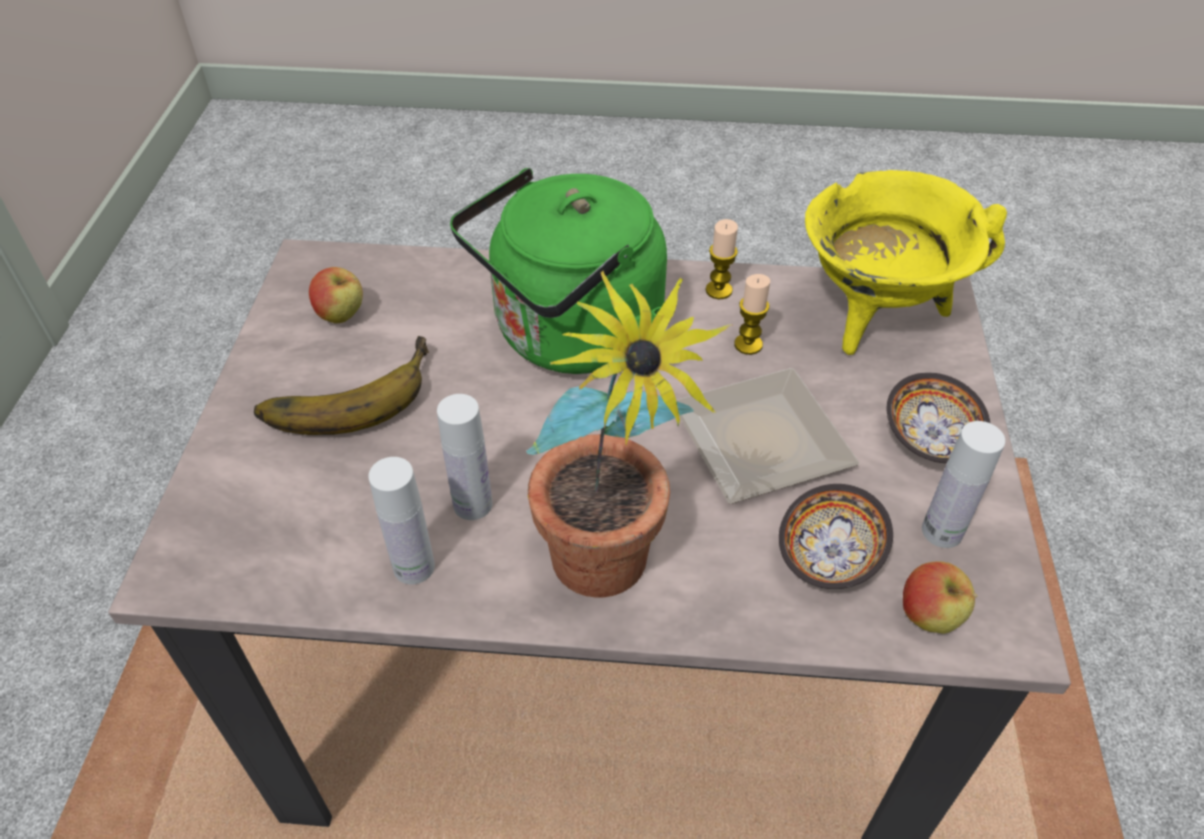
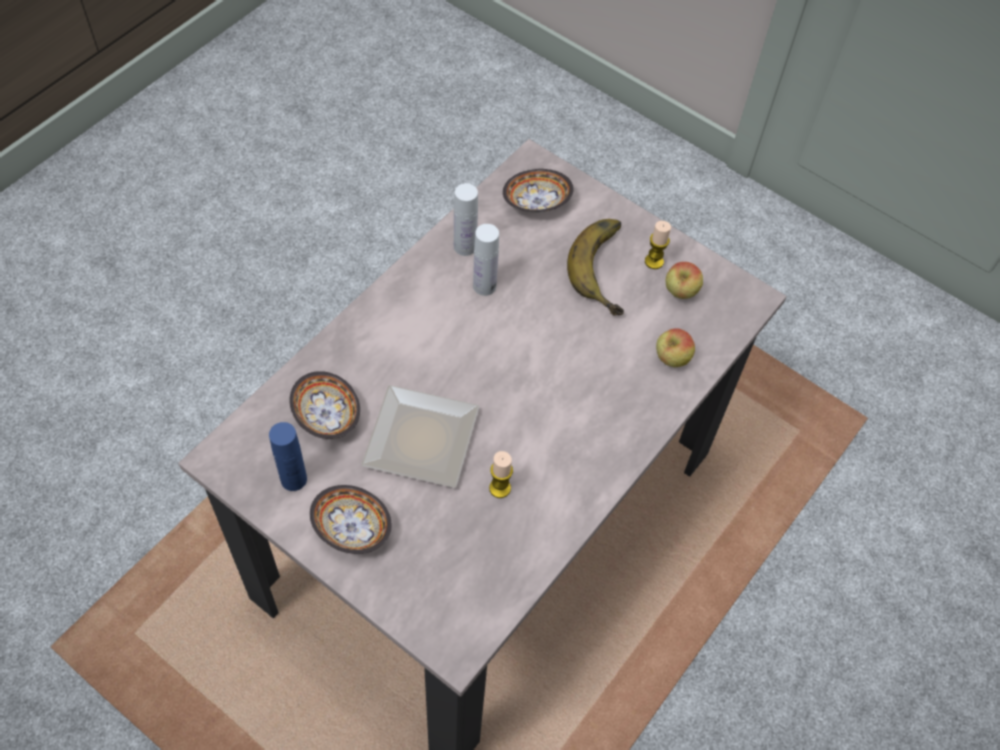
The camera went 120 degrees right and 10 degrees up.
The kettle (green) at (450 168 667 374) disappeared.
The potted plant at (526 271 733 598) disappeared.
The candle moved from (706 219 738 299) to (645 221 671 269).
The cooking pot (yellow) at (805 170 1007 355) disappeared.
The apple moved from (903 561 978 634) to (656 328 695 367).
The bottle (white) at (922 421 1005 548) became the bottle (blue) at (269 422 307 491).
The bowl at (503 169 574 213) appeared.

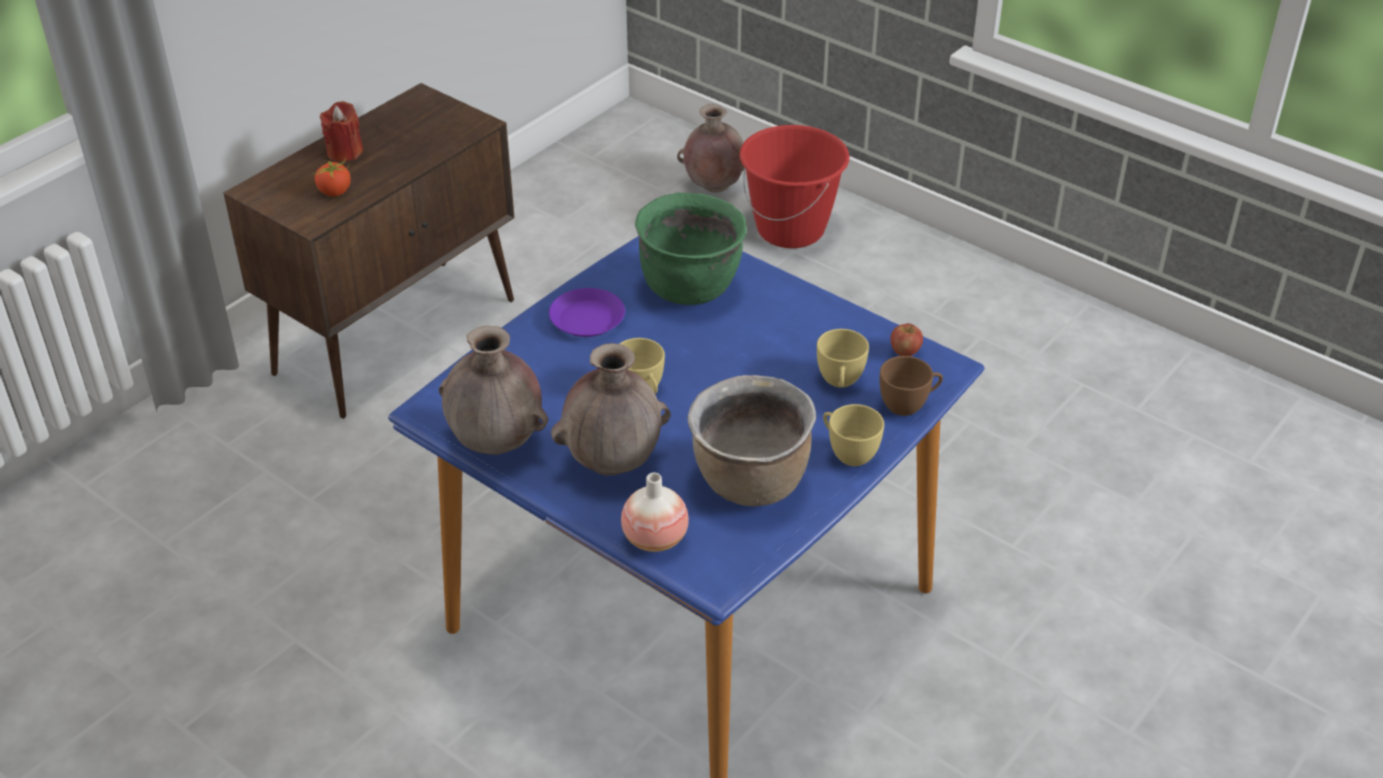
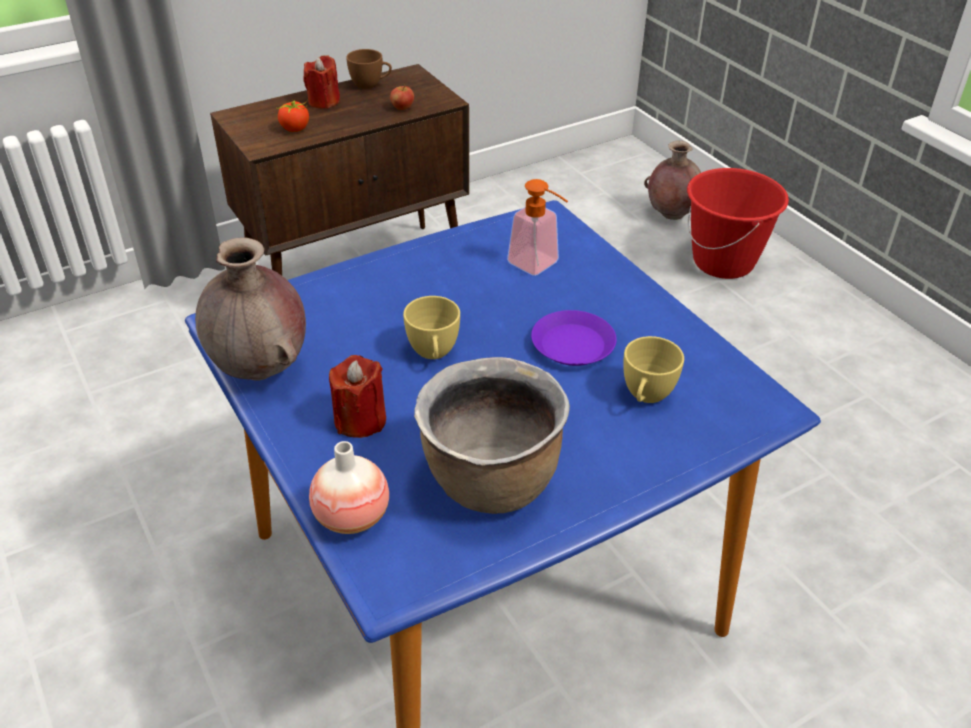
The camera went 20 degrees right and 0 degrees up.
The plate (purple) moved from (549 288 625 337) to (531 310 617 366).
The vase (brown) at (551 343 671 475) was replaced by the candle (red) at (329 355 386 438).
The cooking pot (green) at (635 193 747 305) was replaced by the soap dispenser at (507 179 568 276).
The cup (yellow) at (823 404 884 466) disappeared.
The cup (brown) moved from (880 356 943 416) to (346 49 392 89).
The apple moved from (890 323 923 356) to (390 84 414 110).

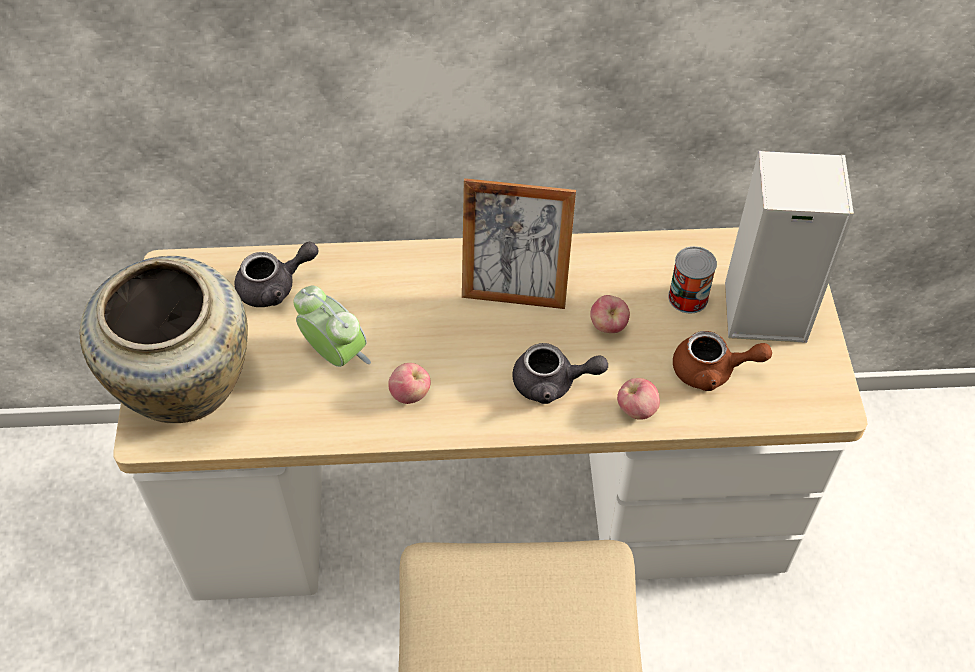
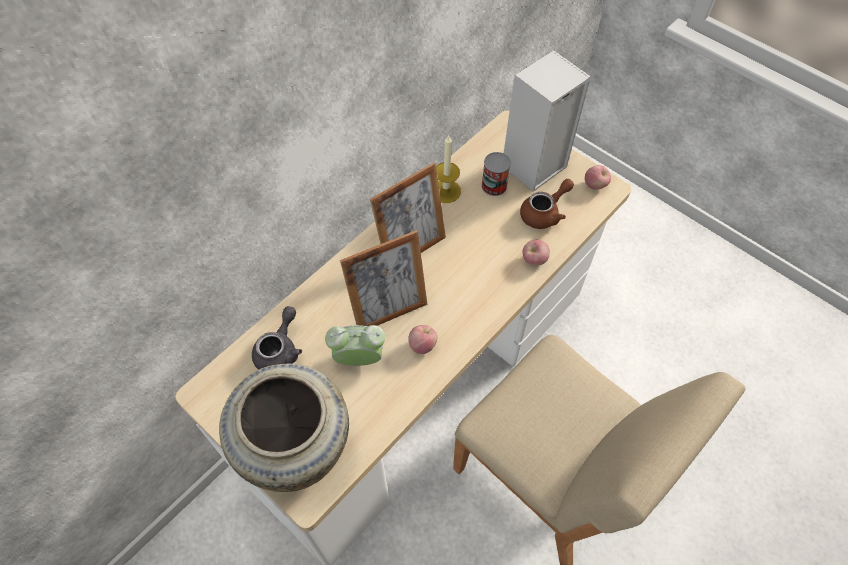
The camera went 45 degrees left and 5 degrees up.
The teapot (grey) at (512 343 608 404) disappeared.
The apple moved from (590 295 630 333) to (585 165 611 190).
The picture frame at (340 230 427 326) appeared.
The candle at (436 134 461 203) appeared.

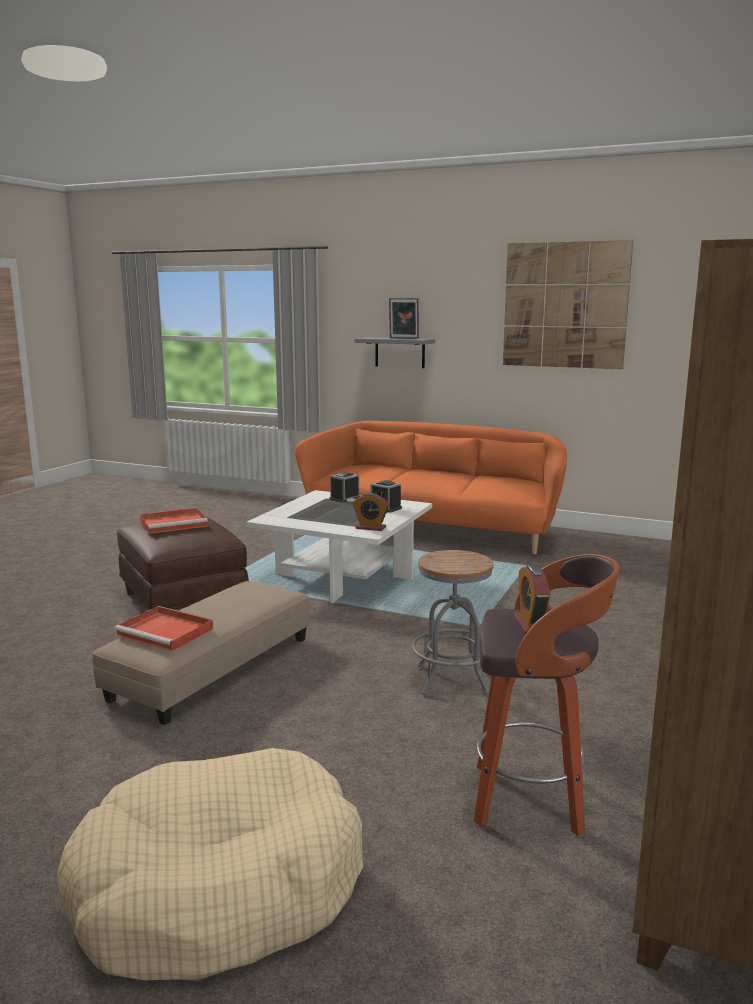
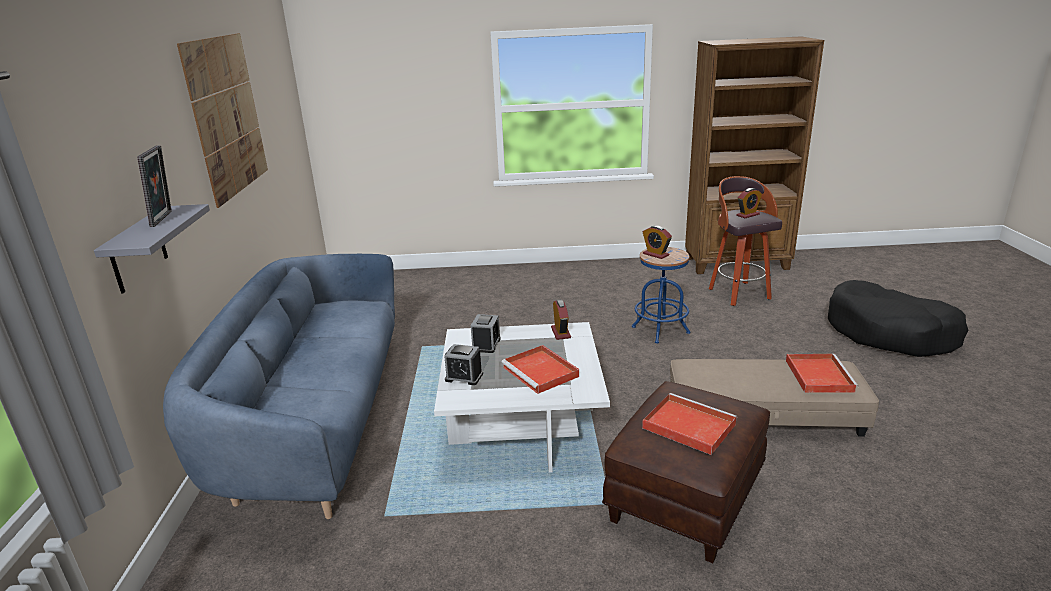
The camera went 115 degrees left and 10 degrees up.
The dog bed (beige) at (56 748 363 981) became the dog bed (black) at (828 280 968 357).
The sofa (orange) at (295 421 567 554) became the sofa (blue) at (163 254 395 519).
The stool (grey) at (412 550 493 696) became the stool (blue) at (632 247 690 343).
The tray (red) at (502 345 579 394) appeared.
The alarm clock at (643 226 672 259) appeared.

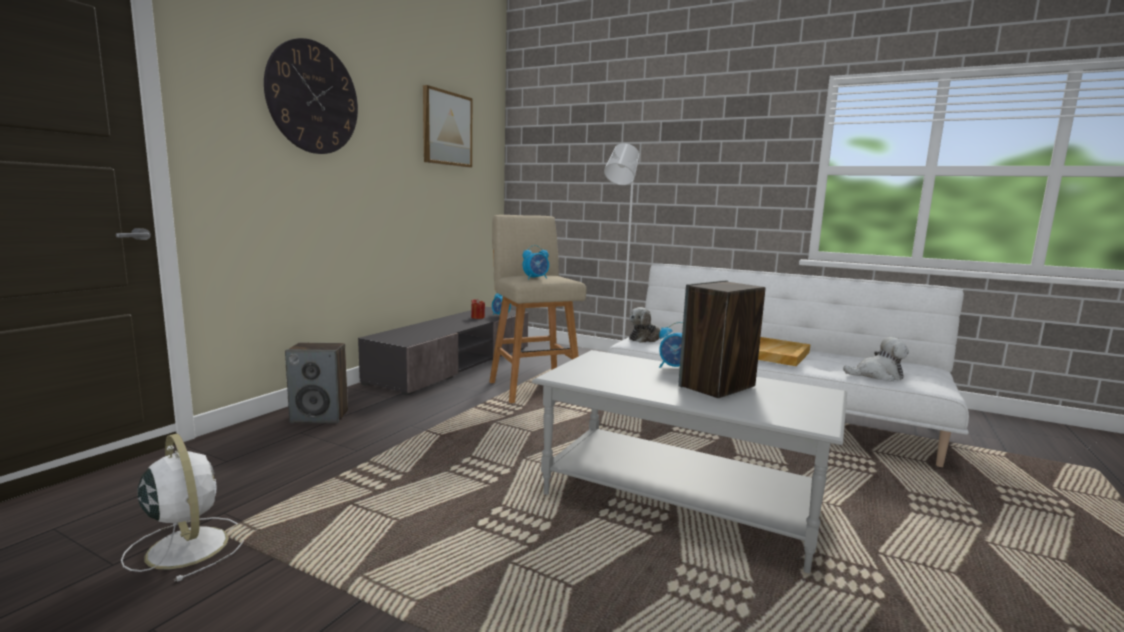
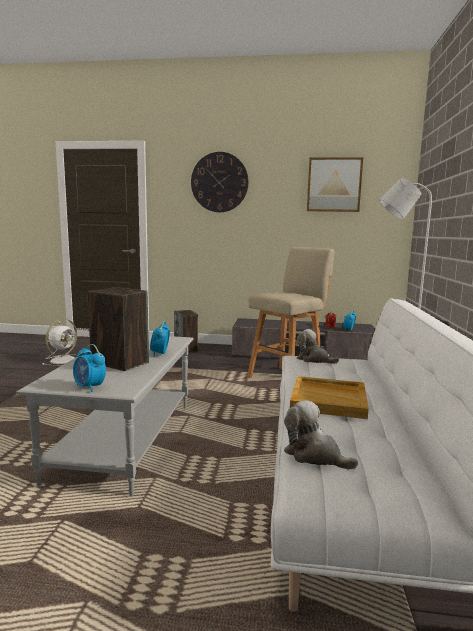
The camera went 70 degrees right and 0 degrees up.
The alarm clock moved from (523 245 549 279) to (73 344 106 392).
The plush toy at (843 337 909 382) turned 150 degrees clockwise.

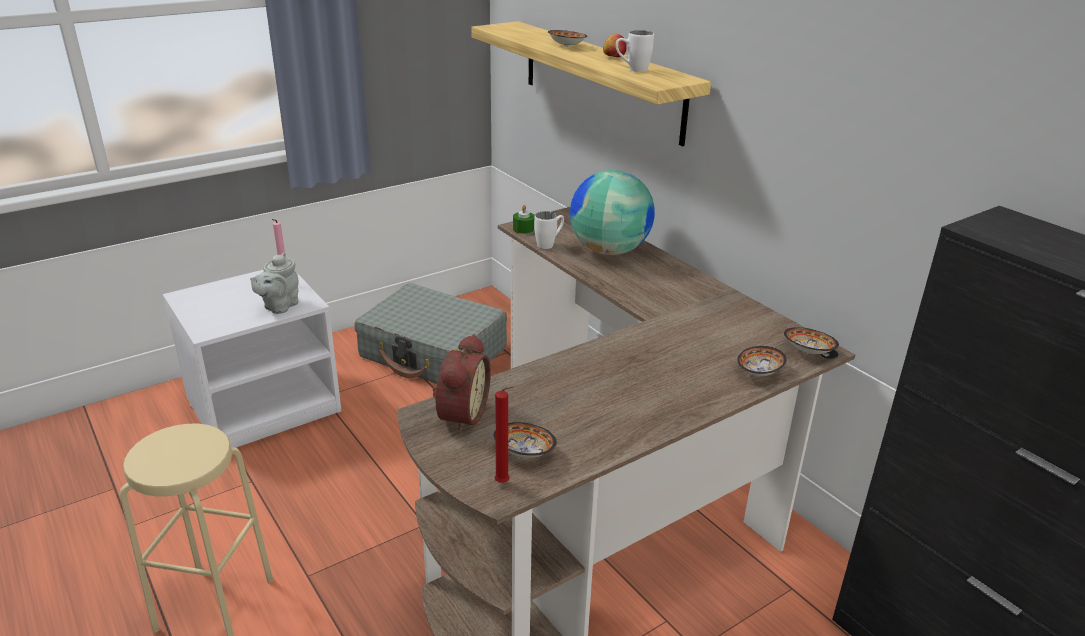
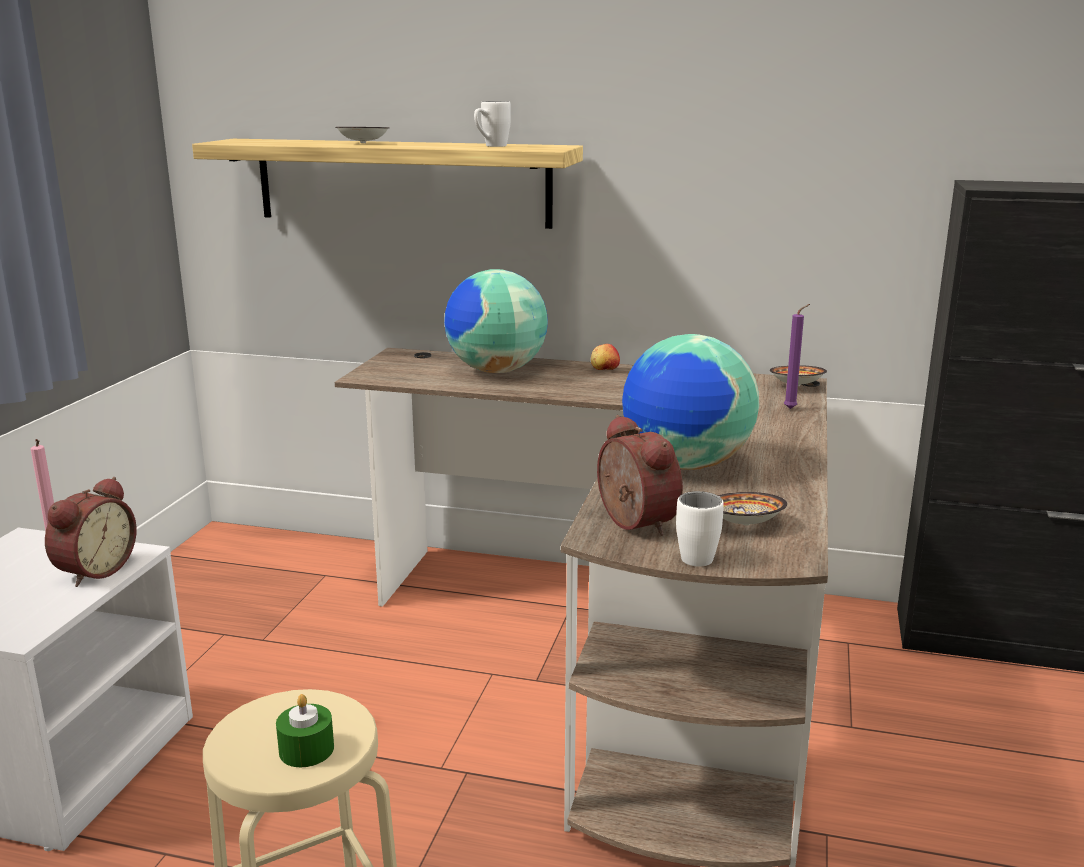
The camera went 40 degrees left and 10 degrees down.
The teapot (grey) at (250 252 299 314) was replaced by the alarm clock at (45 477 137 587).
The suitcase (grey) at (355 283 507 384) disappeared.
The candle (red) at (495 386 514 483) disappeared.
The candle (green) moved from (513 205 535 234) to (276 694 334 767).
The mug (white) moved from (534 211 564 249) to (676 491 724 567).
The apple moved from (603 34 627 57) to (591 344 620 370).
The bowl at (737 346 786 376) was replaced by the candle (purple) at (784 304 810 409).
The globe at (622 334 759 470) appeared.

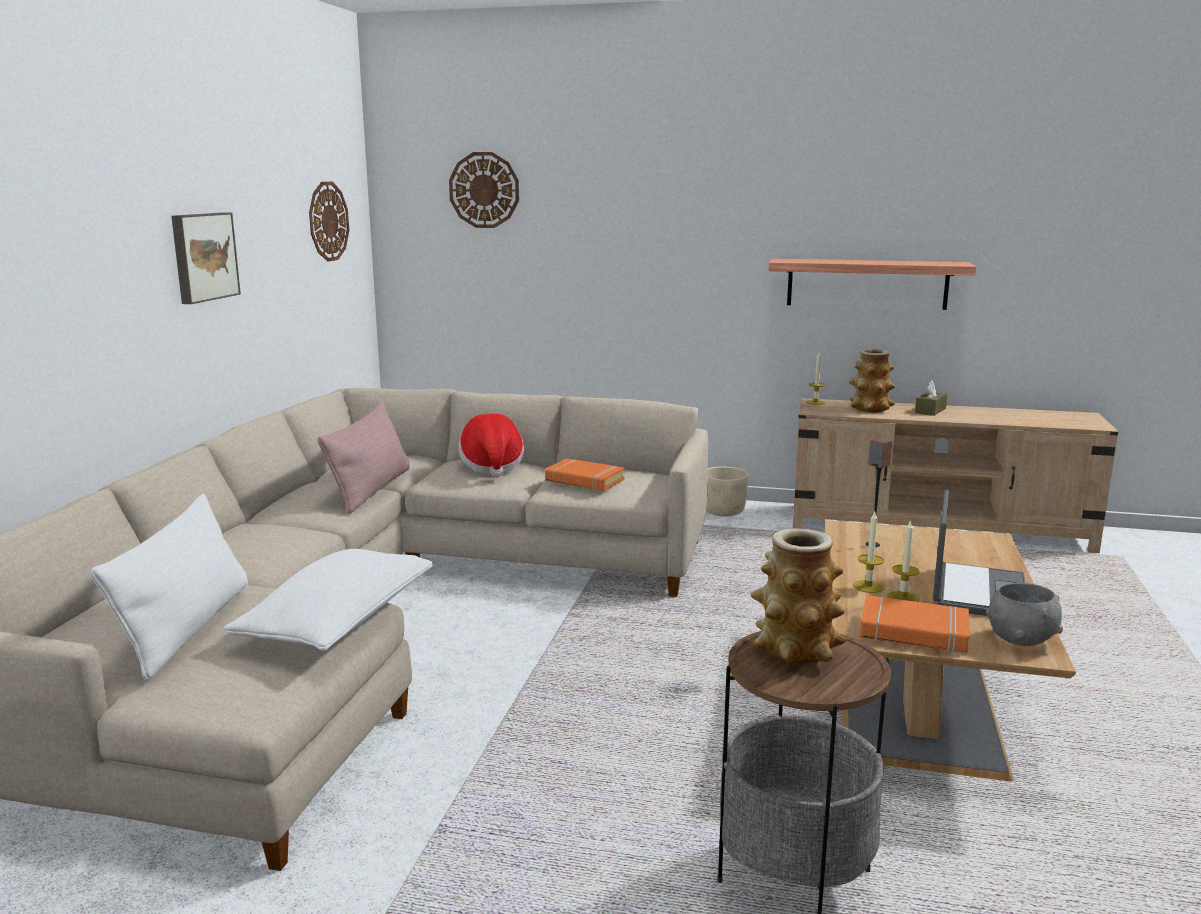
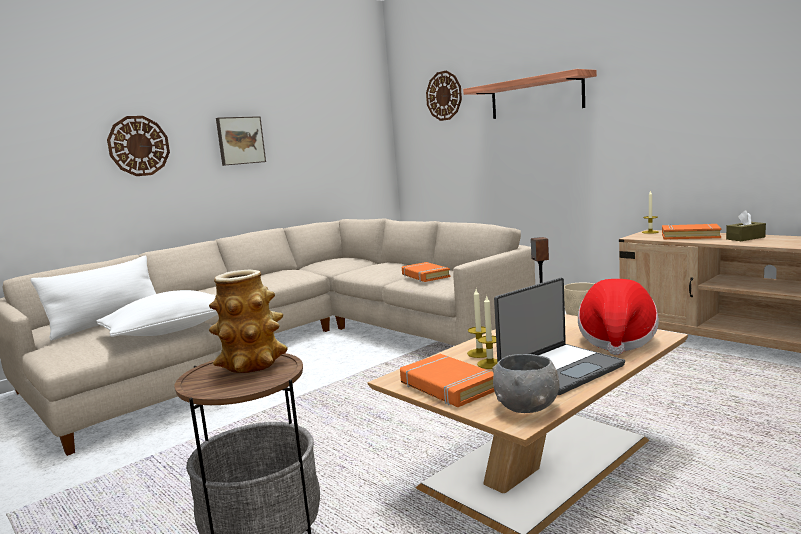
The camera went 35 degrees right and 5 degrees down.
The wall clock moved from (309 182 349 262) to (107 116 170 176).
The pillow (pink) at (317 403 410 514) disappeared.
The hat moved from (458 414 524 477) to (578 279 659 355).
The shelf moved from (769 259 976 310) to (463 69 597 119).
The vase at (849 349 895 412) was replaced by the book (orange) at (662 223 721 239).

